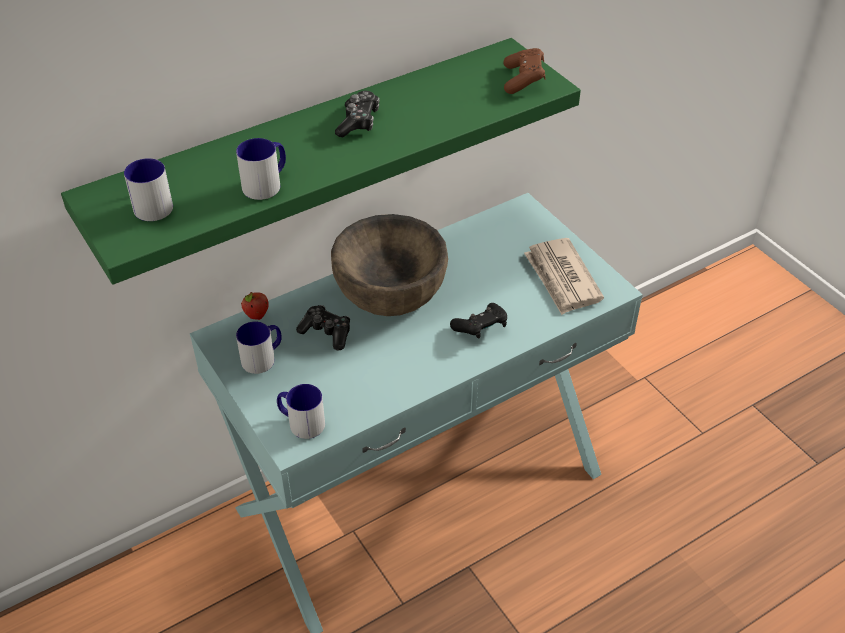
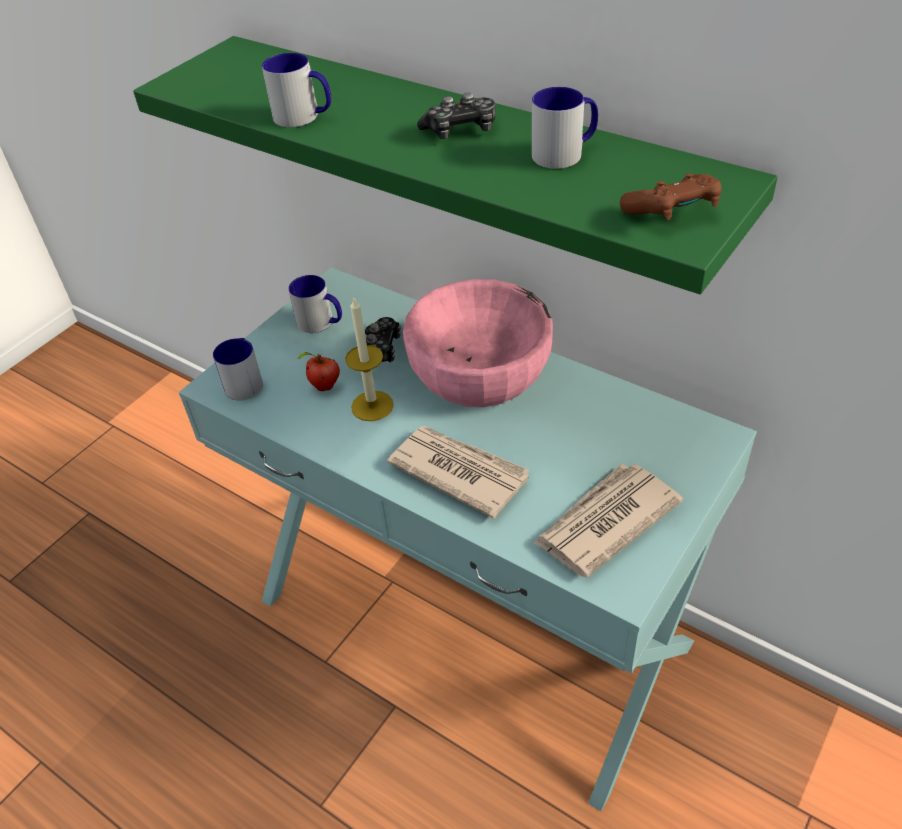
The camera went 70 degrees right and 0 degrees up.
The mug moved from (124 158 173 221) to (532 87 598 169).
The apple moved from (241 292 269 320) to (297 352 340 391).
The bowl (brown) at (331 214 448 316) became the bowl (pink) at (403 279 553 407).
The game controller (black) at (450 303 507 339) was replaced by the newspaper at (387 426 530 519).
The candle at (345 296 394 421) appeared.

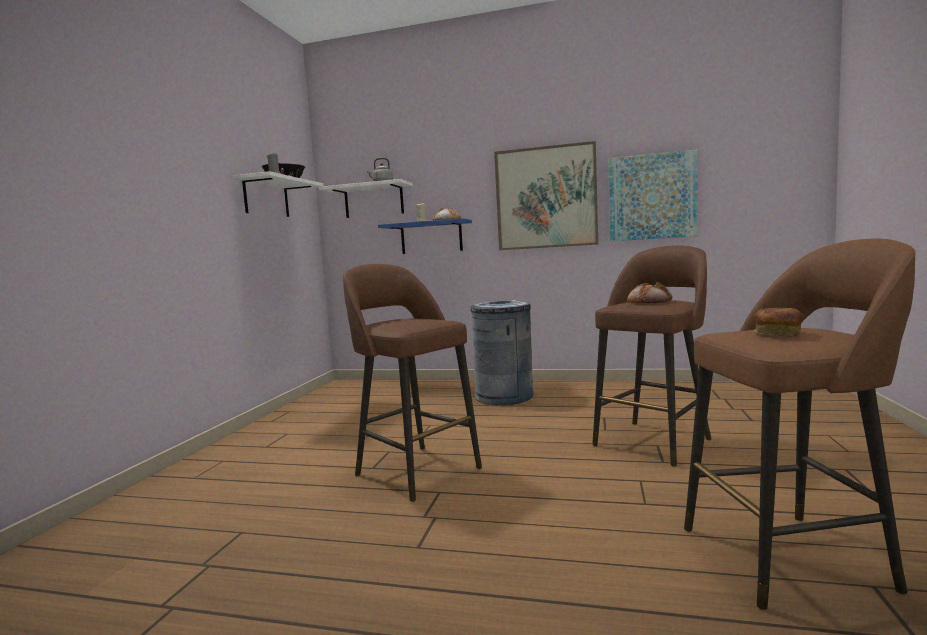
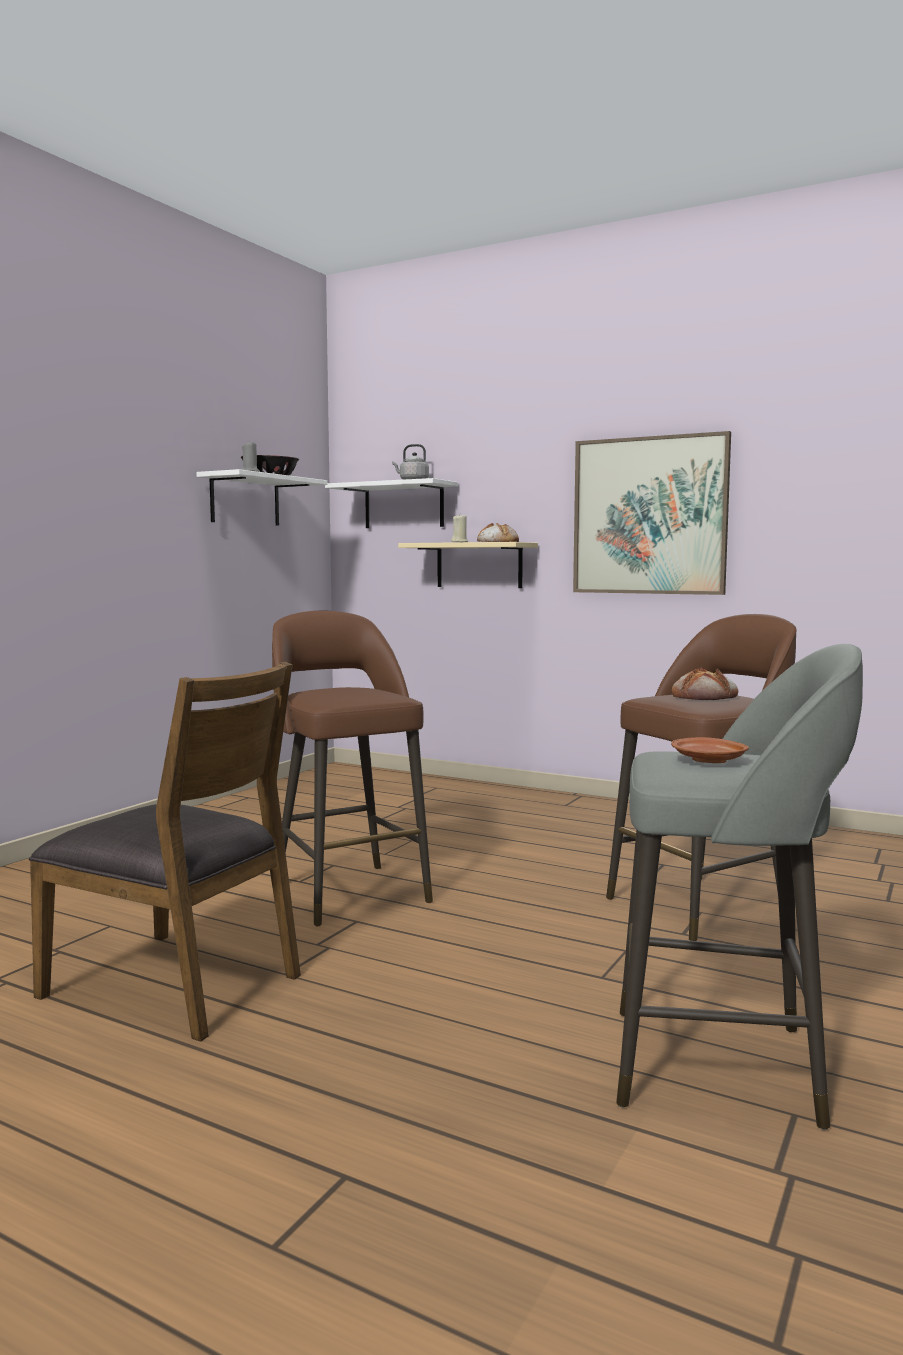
The camera went 15 degrees right and 0 degrees up.
The shelf (blue) at (378 218 472 254) became the shelf (beige) at (398 542 538 588).
The trash can (grey) at (470 300 533 405) disappeared.
The picture at (608 150 698 241) disappeared.
The stool (brown) at (684 239 916 610) became the stool (grey) at (616 644 863 1130).
The bread at (753 307 803 336) was replaced by the plate (brown) at (671 737 749 763).
The chair (brown) at (29 662 301 1042) appeared.

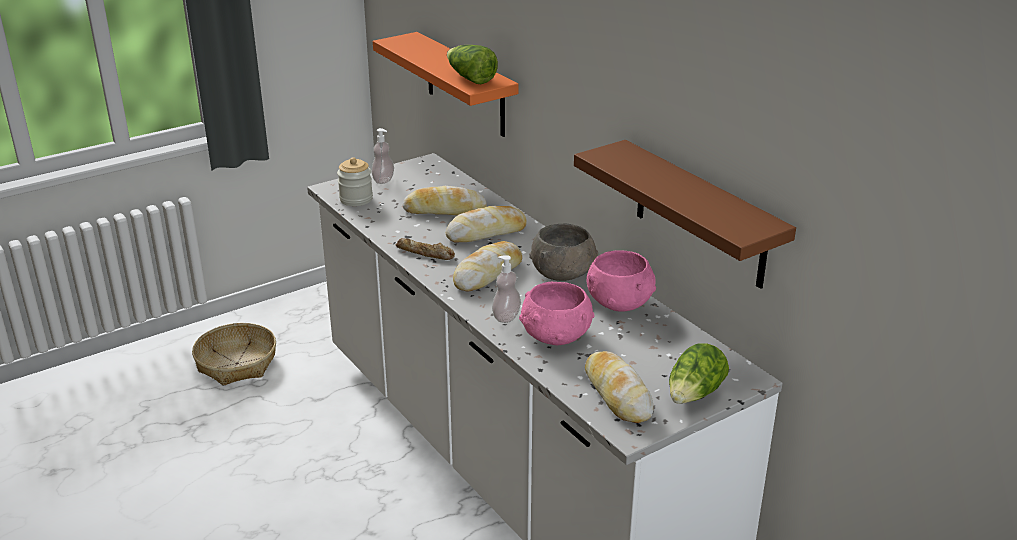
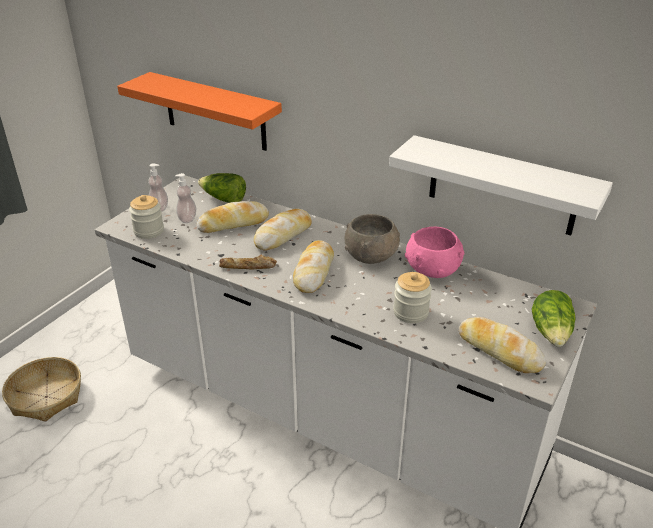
The camera went 25 degrees left and 5 degrees up.
The lettuce moved from (447 45 498 84) to (198 173 246 203).
The soap dispenser moved from (492 255 521 323) to (175 173 196 223).
The bowl (pink) at (519 282 594 345) was replaced by the jar at (393 272 432 323).
The shelf (brown) at (574 140 796 289) became the shelf (white) at (389 135 613 236).

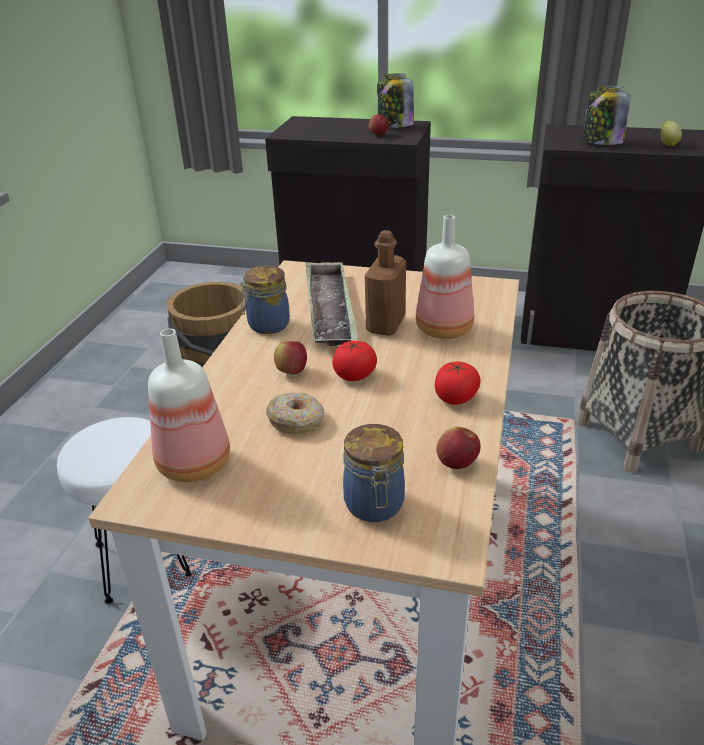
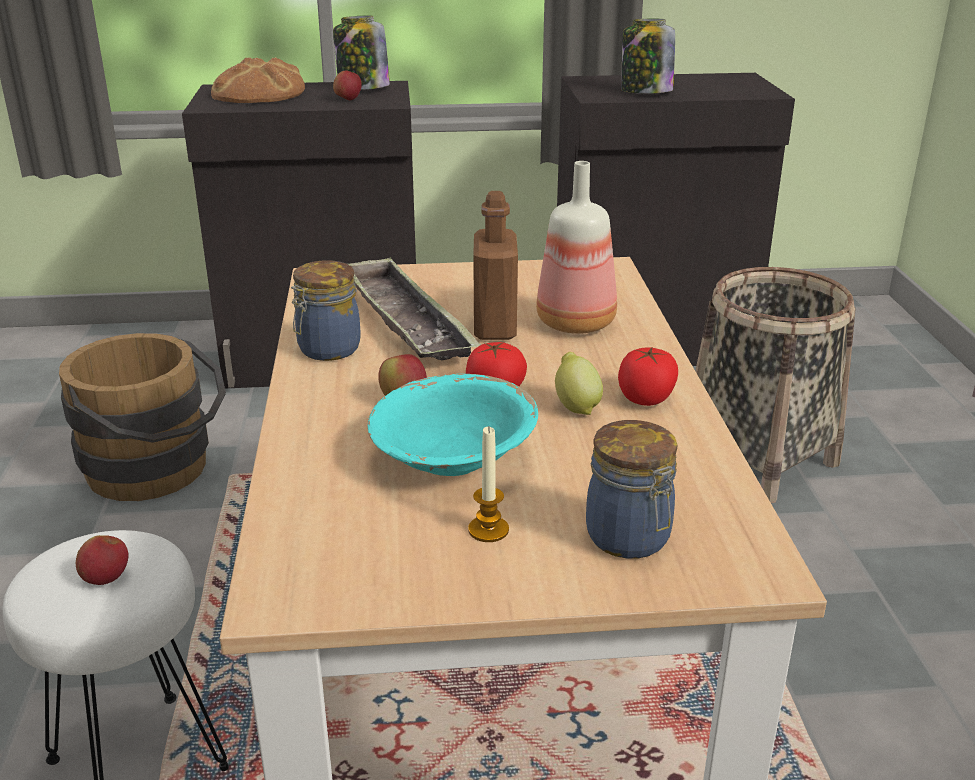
The camera went 20 degrees left and 5 degrees down.
The bottle at (148 329 230 482) disappeared.
The donut at (266 393 324 434) was replaced by the bowl (turquoise) at (368 374 538 476).
The apple moved from (436 427 481 469) to (76 535 128 585).
The lemon moved from (661 120 682 146) to (555 352 603 415).
The bread at (211 58 305 103) appeared.
The candle at (468 427 509 542) appeared.

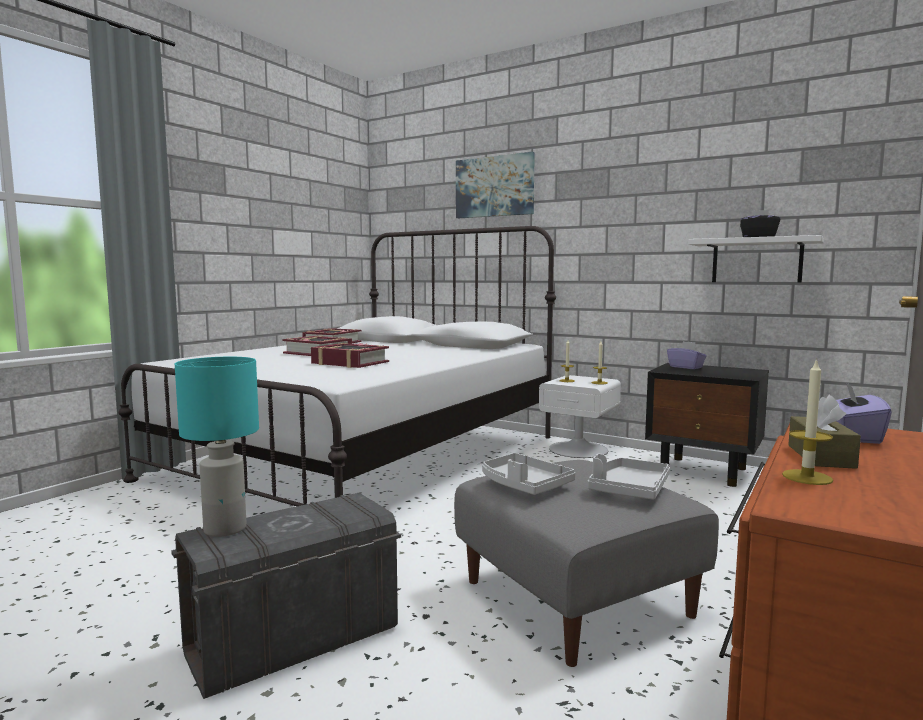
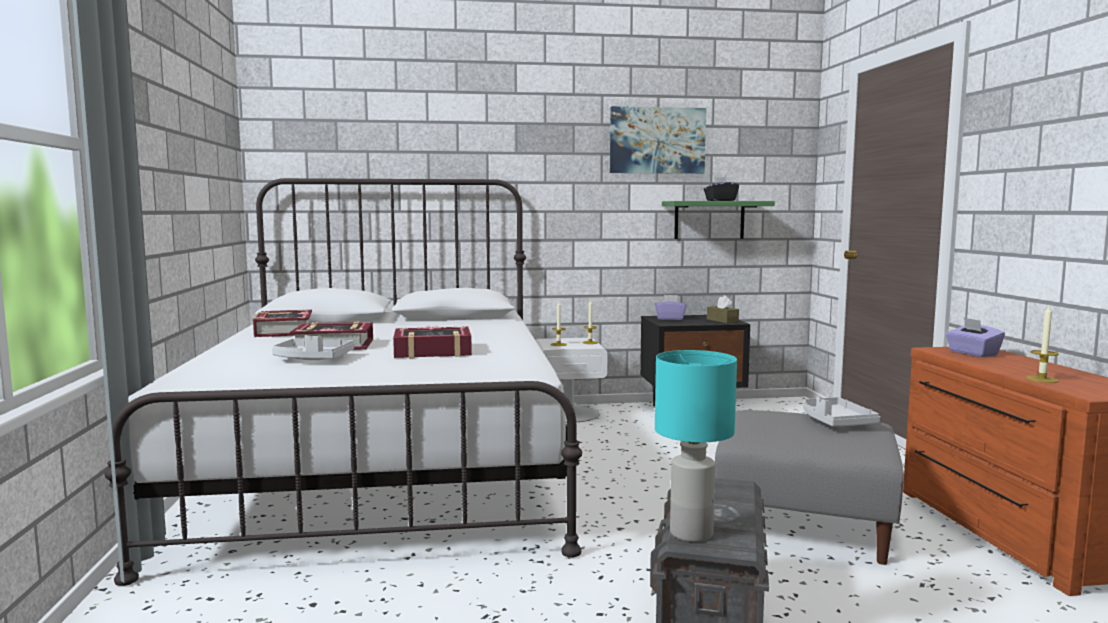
The camera went 40 degrees left and 0 degrees up.
The picture moved from (456 152 535 218) to (610 106 706 174).
The tray (grey) moved from (482 453 575 495) to (272 335 354 360).
The shelf (white) at (688 235 824 283) became the shelf (green) at (662 201 775 239).
The tissue box (brown) moved from (788 395 861 469) to (707 295 739 323).

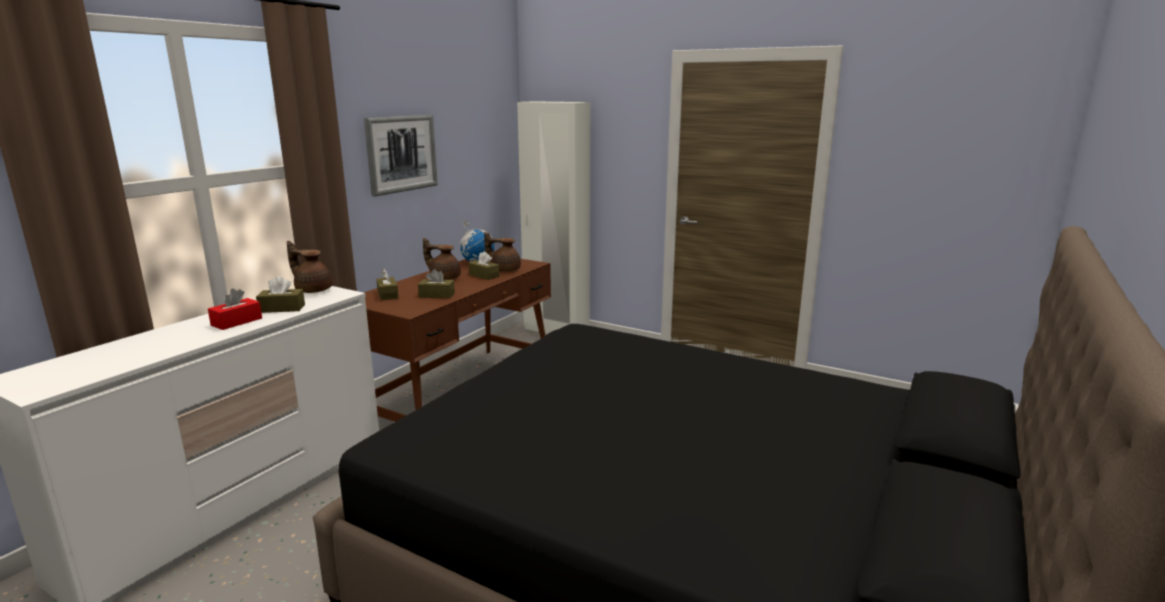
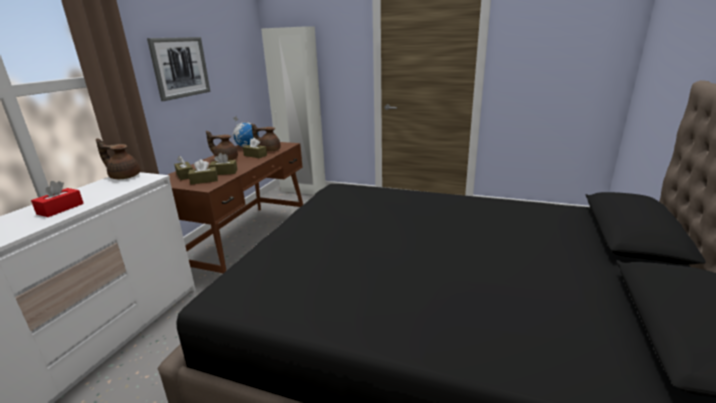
The camera went 10 degrees left and 5 degrees up.
The tissue box (brown) moved from (256 276 305 313) to (188 159 218 185).

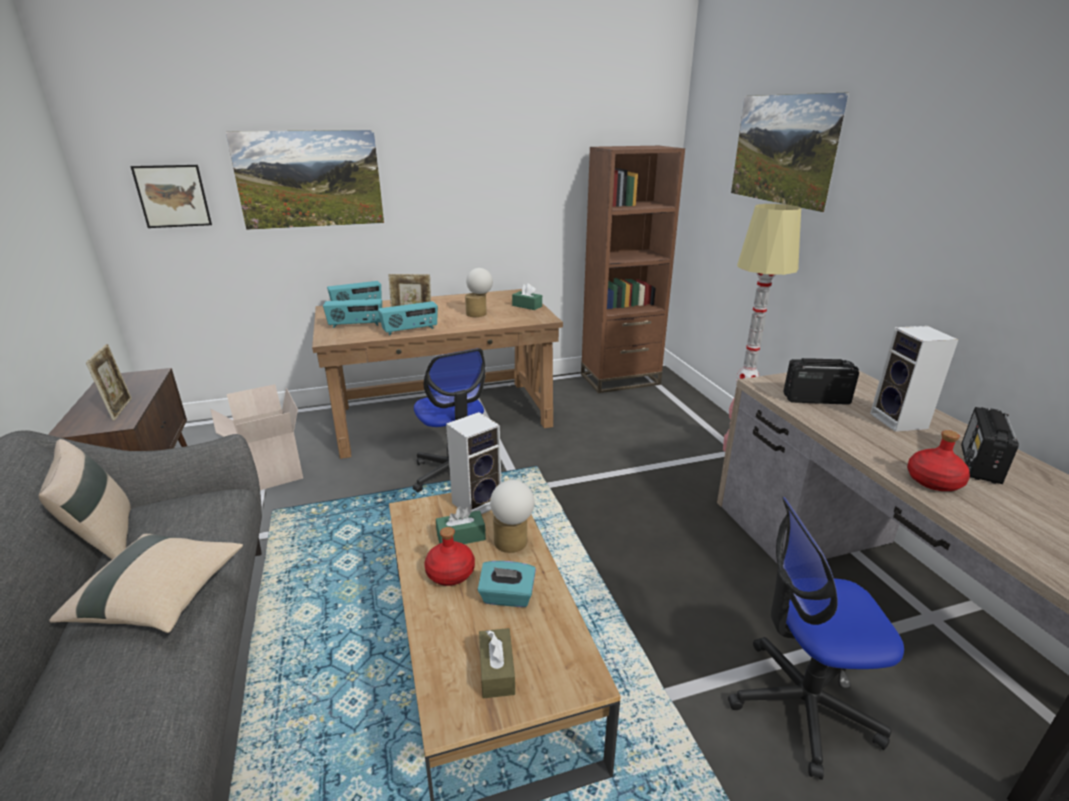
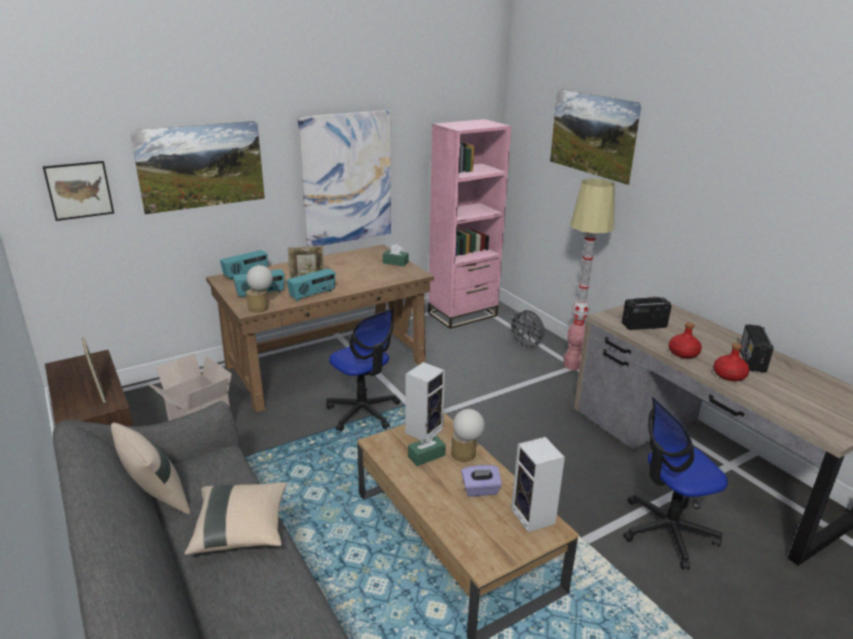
The camera went 15 degrees left and 0 degrees up.
The bottle (red) moved from (424 527 475 586) to (669 322 702 358).
The table lamp moved from (465 268 493 317) to (246 265 273 313).
The tissue box (turquoise) at (478 561 536 607) became the tissue box (purple) at (461 465 502 497).
The tissue box (brown) at (479 628 515 698) disappeared.
The bookcase (brown) at (581 146 685 393) became the bookcase (pink) at (428 119 511 329).
The speaker moved from (870 326 959 432) to (511 437 565 532).
The picture at (298 110 391 246) appeared.
The fan (grey) at (508 310 545 350) appeared.

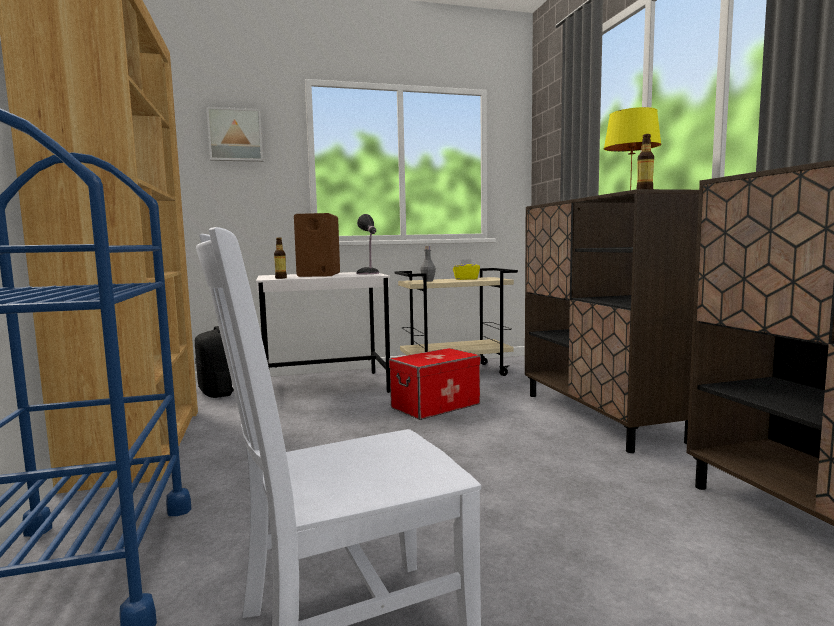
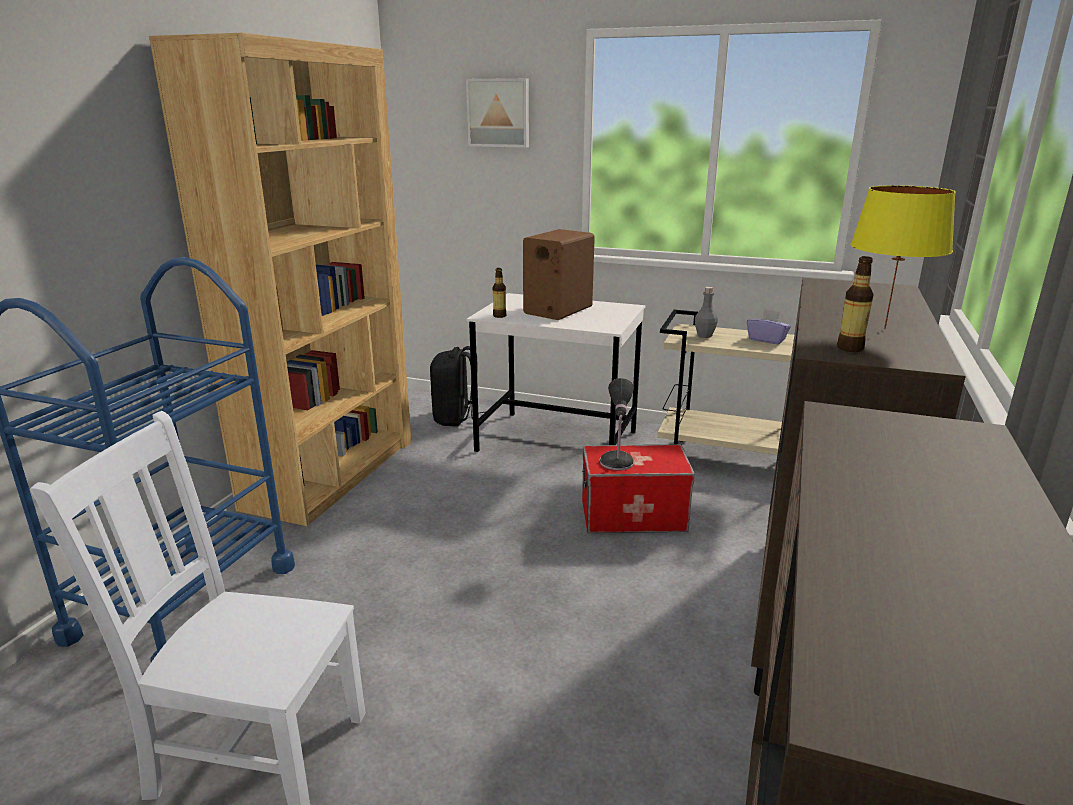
The camera went 35 degrees right and 15 degrees up.
The table lamp moved from (356 214 379 274) to (600 378 634 470).
The tissue box (yellow) at (453 259 480 280) became the tissue box (purple) at (747 309 791 344).

